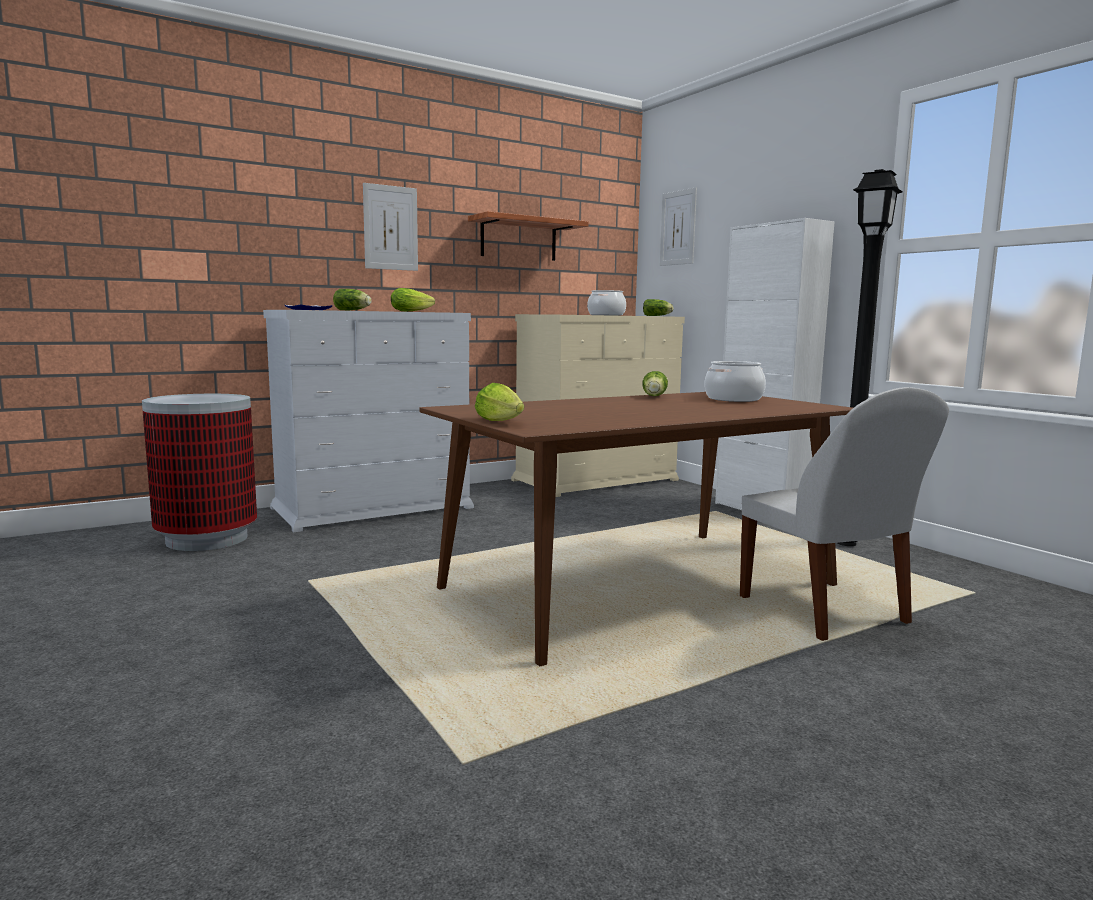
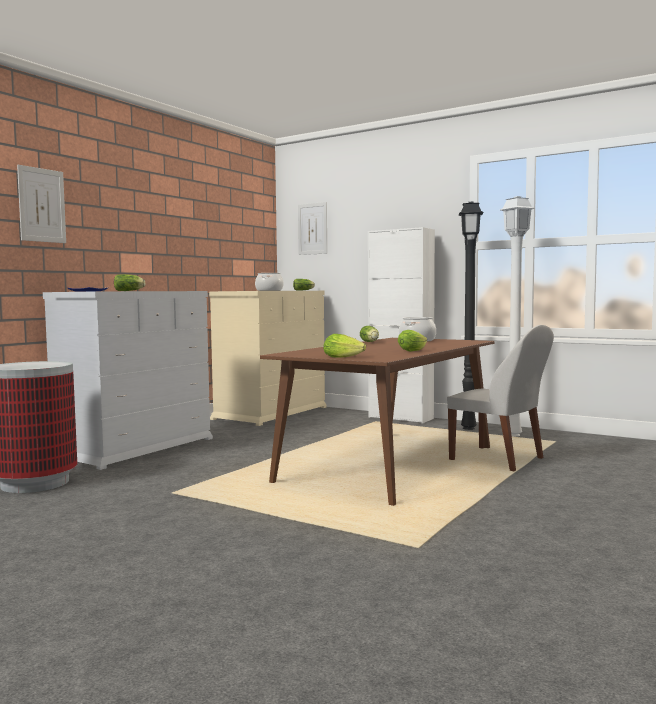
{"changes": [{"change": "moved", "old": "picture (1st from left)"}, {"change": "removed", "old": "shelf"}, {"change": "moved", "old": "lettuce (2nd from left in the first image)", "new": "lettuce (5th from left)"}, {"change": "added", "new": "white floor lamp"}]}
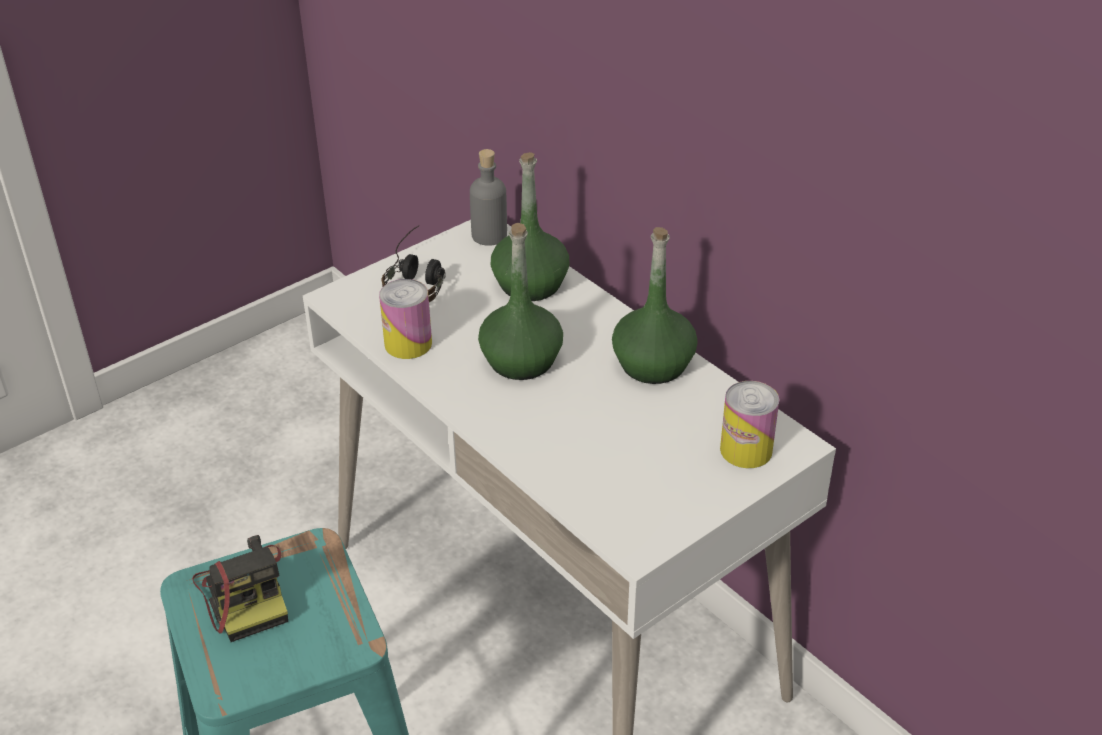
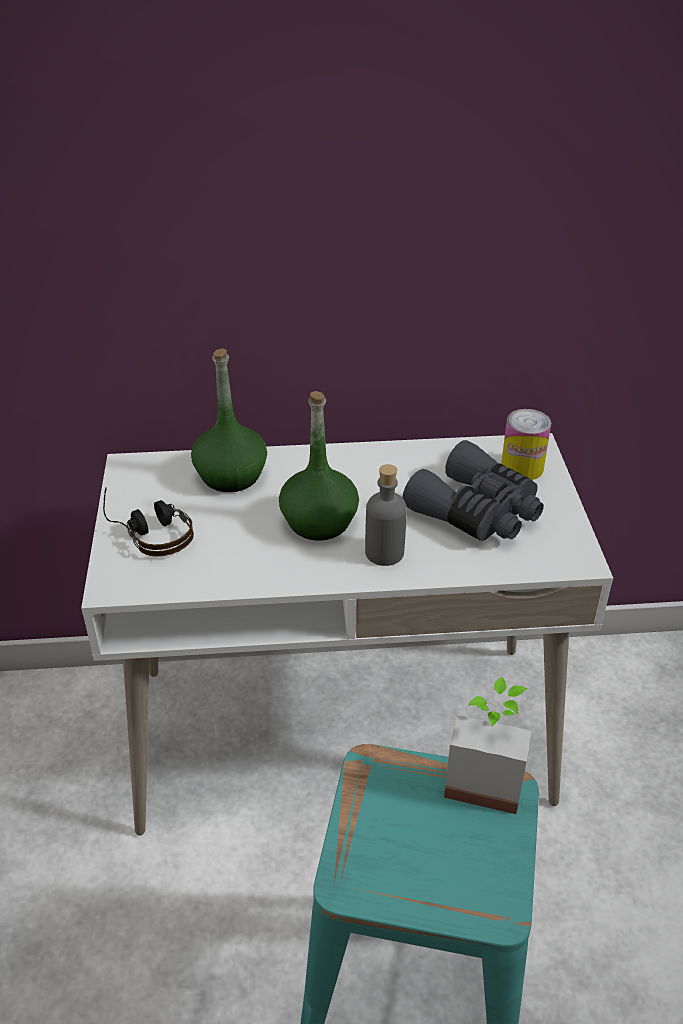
{"changes": [{"change": "moved", "old": "grey bottle"}, {"change": "removed", "old": "green bottle (3rd from left)"}, {"change": "removed", "old": "can (1st from left)"}, {"change": "removed", "old": "photo camera"}, {"change": "added", "new": "grey binoculars"}, {"change": "added", "new": "potted plant"}]}
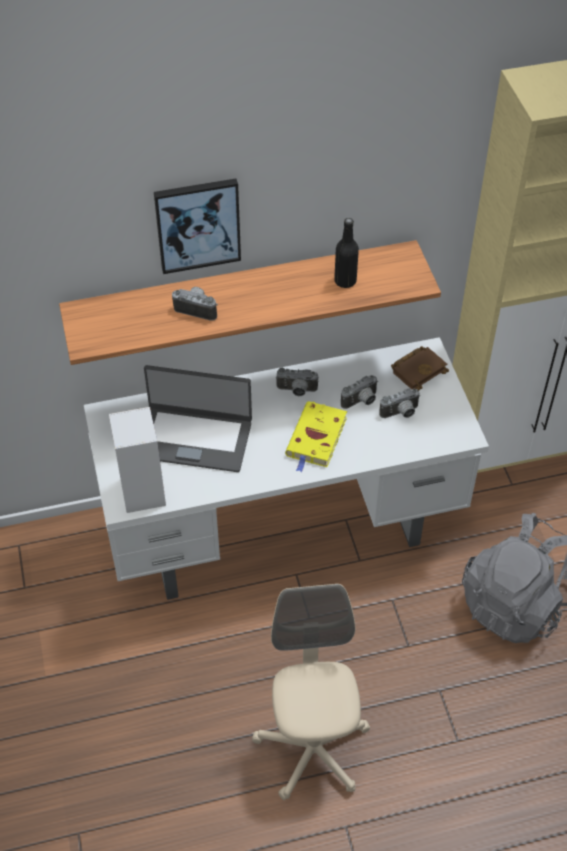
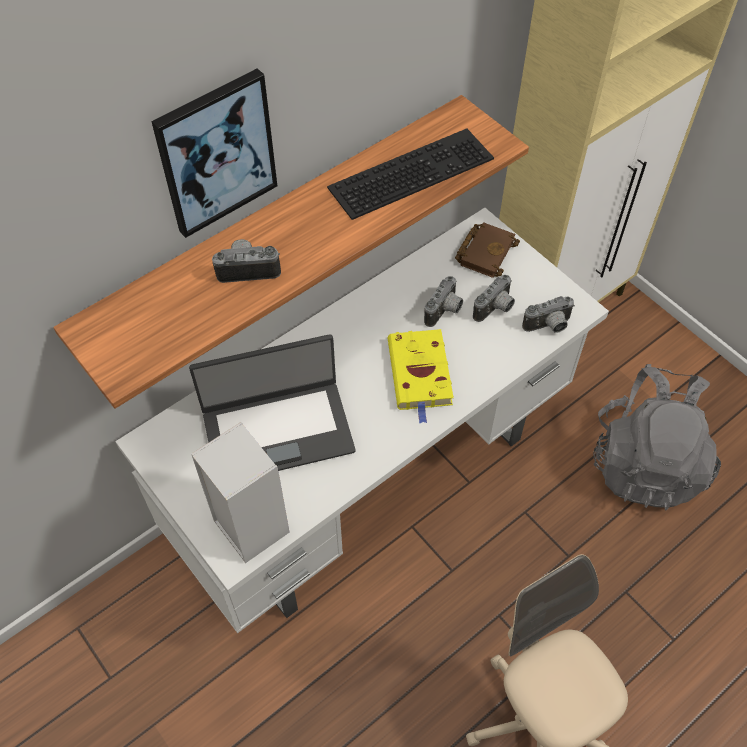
{"changes": [{"change": "replaced", "old": "black bottle", "new": "keyboard"}, {"change": "moved", "old": "photo camera (2nd from left in the first image)", "new": "photo camera (4th from left)"}]}
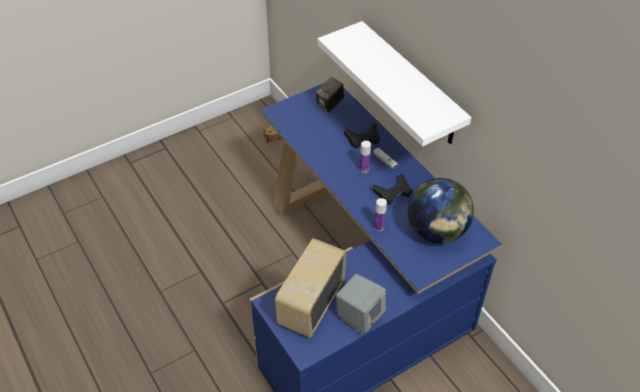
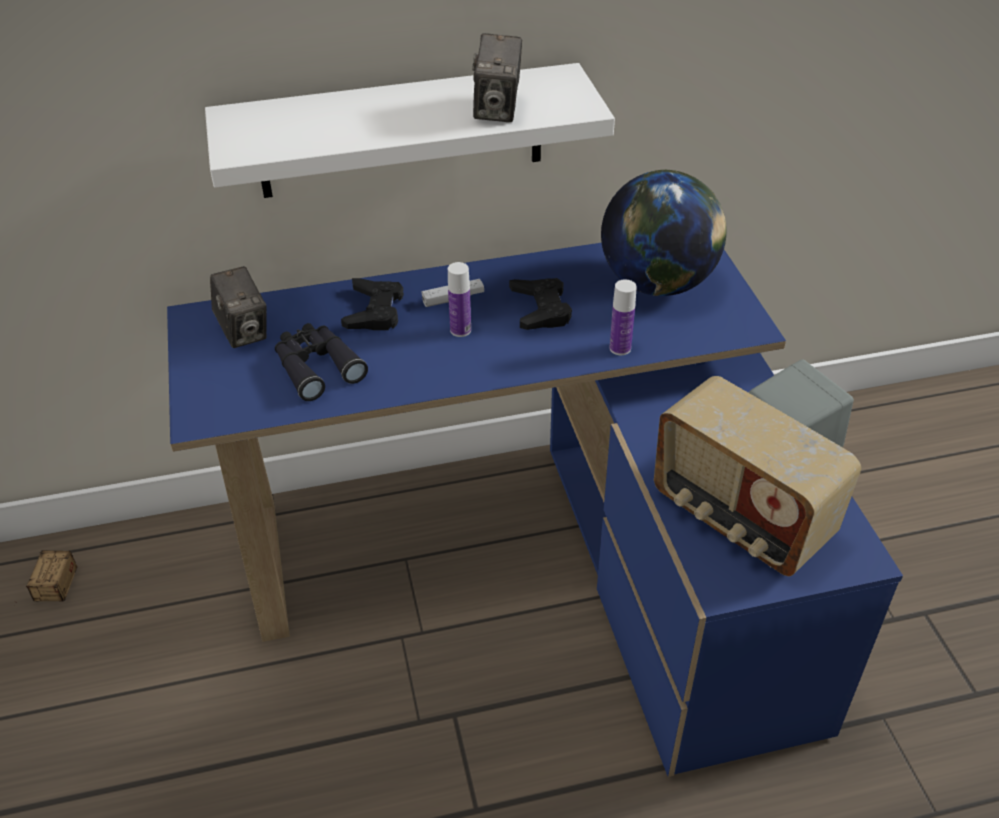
{"changes": [{"change": "added", "new": "photo camera (2nd from left)"}, {"change": "added", "new": "black binoculars"}]}
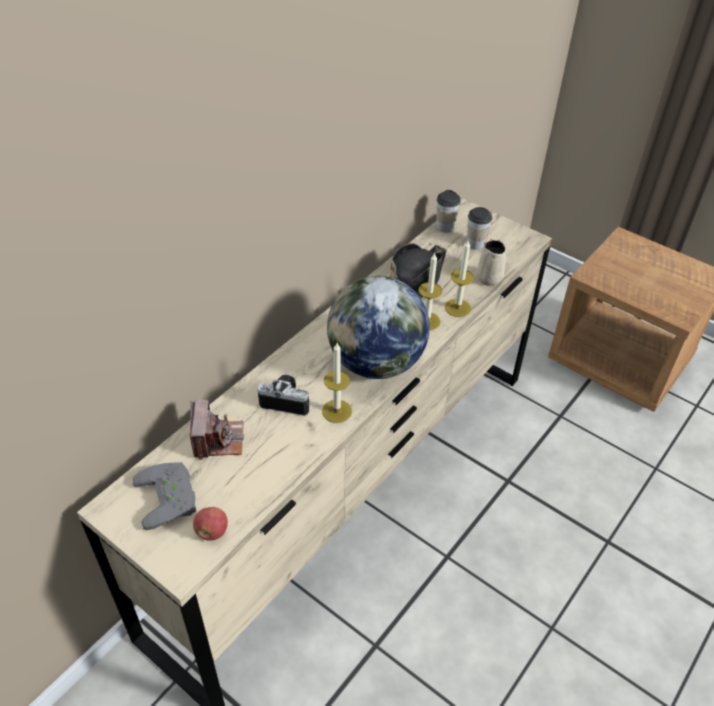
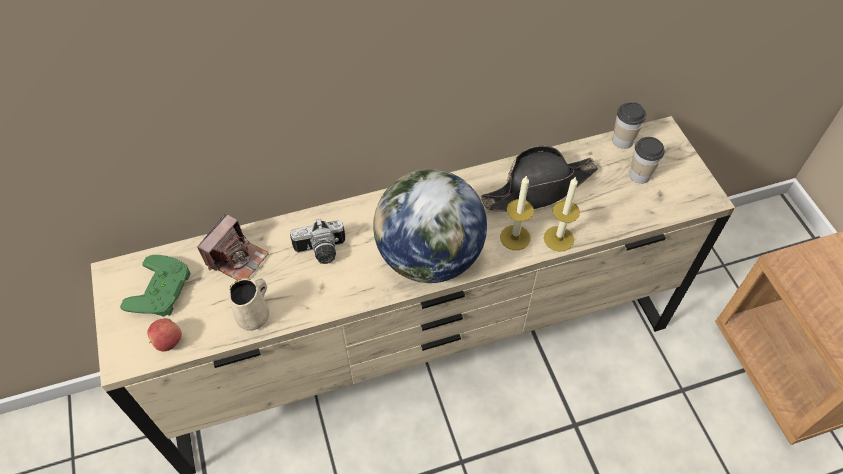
{"changes": [{"change": "moved", "old": "beige mug"}, {"change": "removed", "old": "candle (1st from left)"}, {"change": "turned", "old": "photo camera (2nd from left)", "degrees": 120}, {"change": "recoloured", "old": "grey game controller", "new": "green game controller"}]}
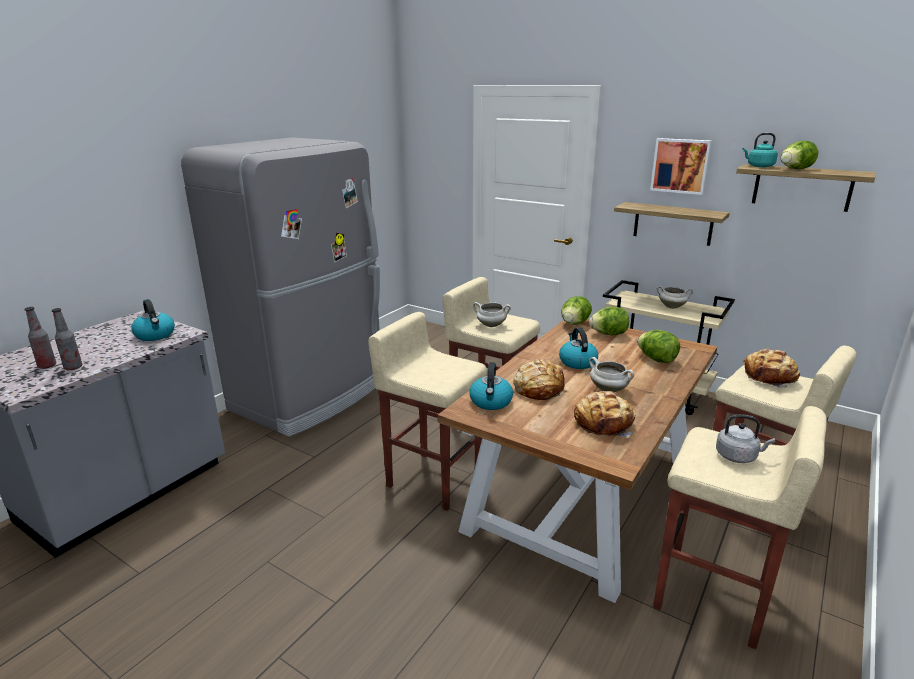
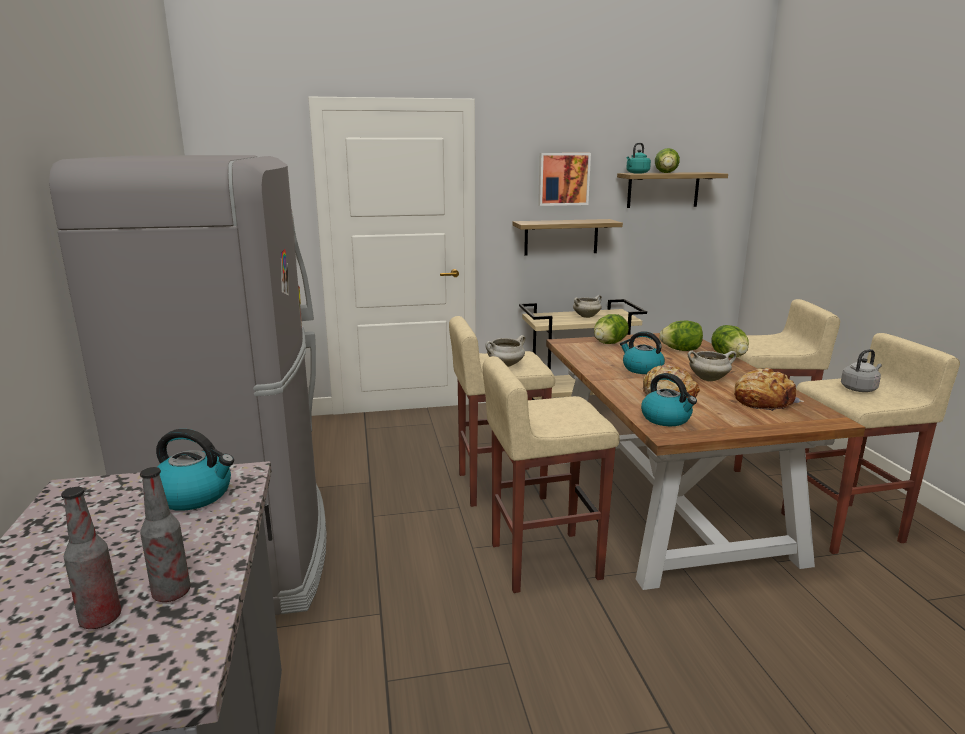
{"changes": [{"change": "moved", "old": "lettuce (1st from left in the first image)", "new": "lettuce (4th from left)"}, {"change": "removed", "old": "bread (3rd from left)"}]}
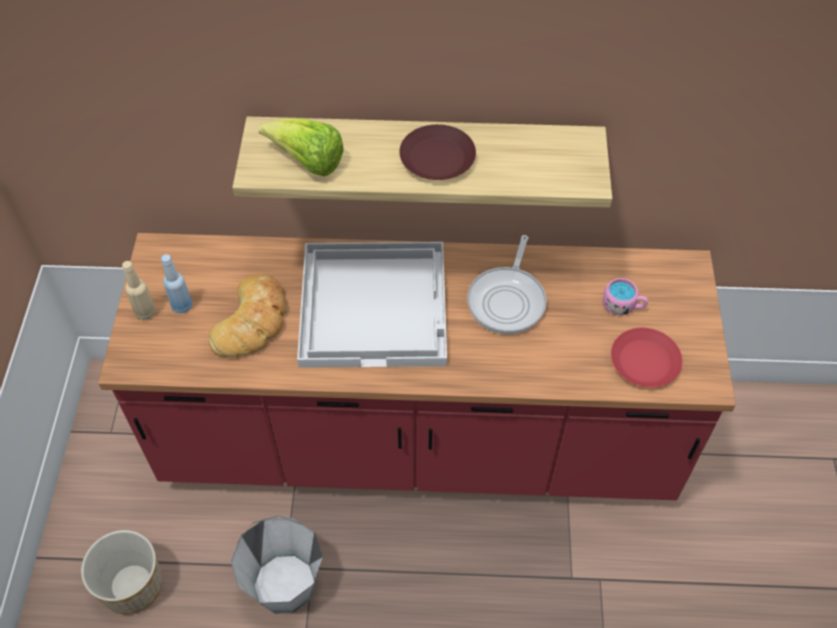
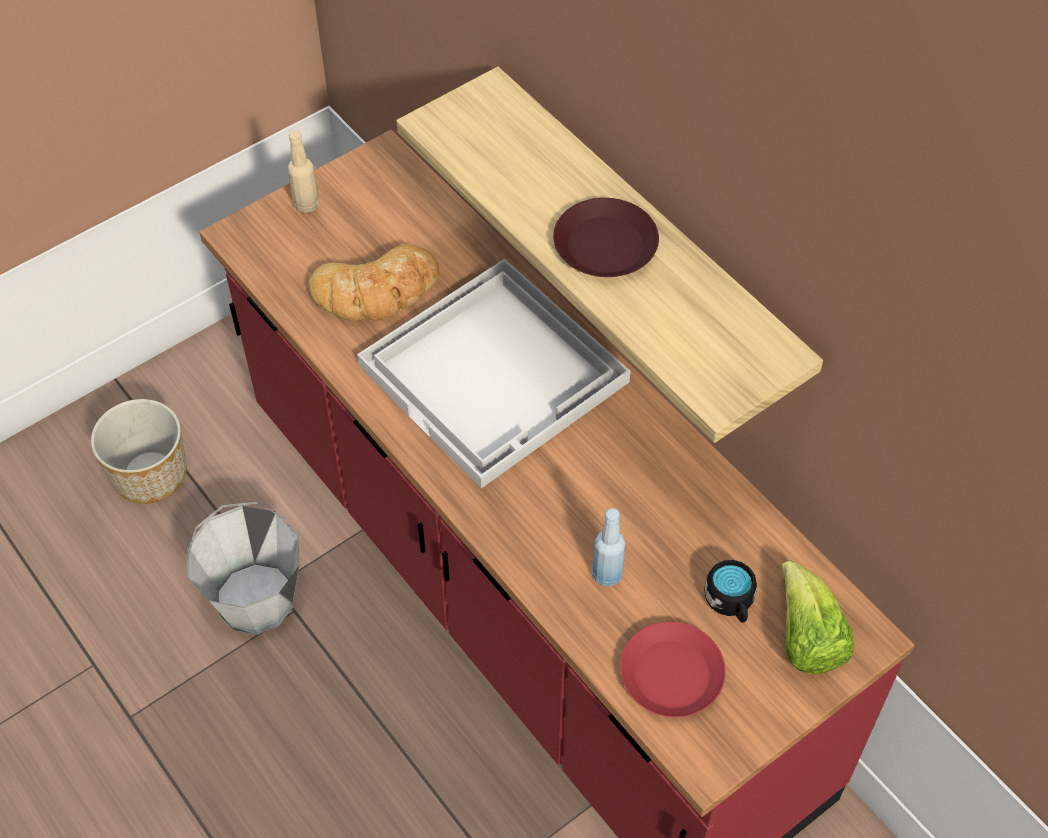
{"changes": [{"change": "moved", "old": "lettuce"}, {"change": "removed", "old": "frying pan"}, {"change": "moved", "old": "blue bottle"}, {"change": "recoloured", "old": "pink mug", "new": "black mug"}]}
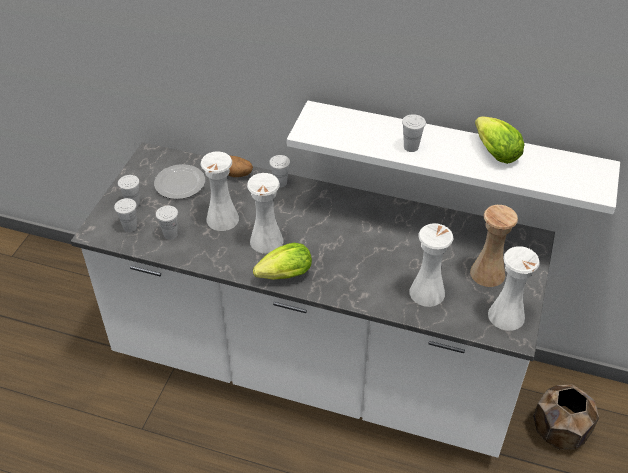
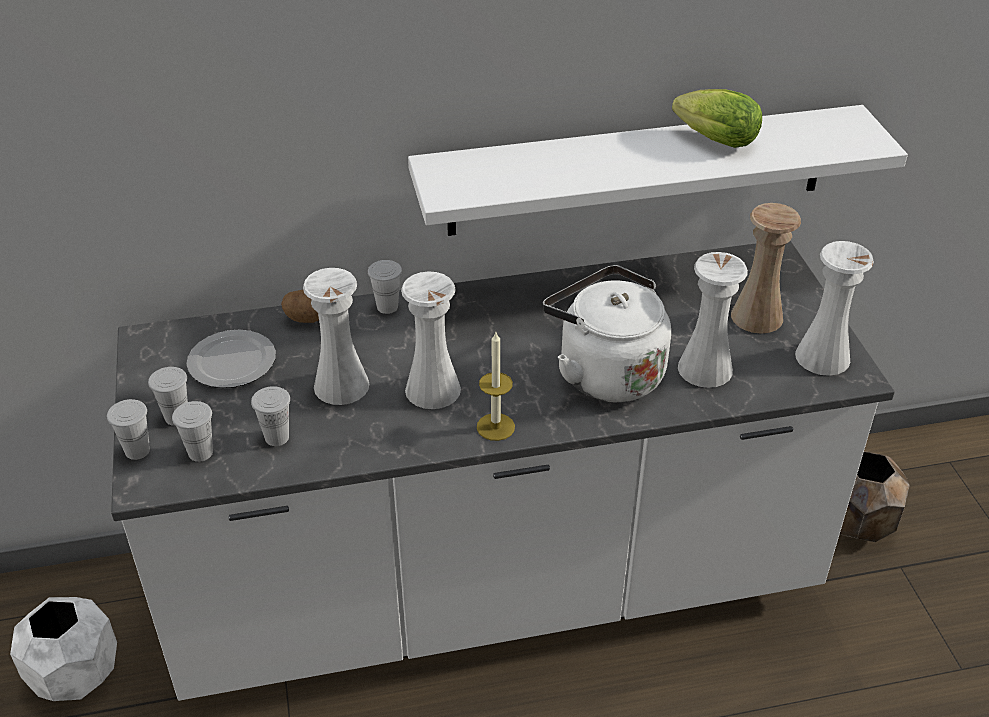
{"changes": [{"change": "moved", "old": "white cup (5th from left in the first image)", "new": "white cup (1st from left)"}, {"change": "replaced", "old": "lettuce (1st from left)", "new": "candle"}, {"change": "added", "new": "white kettle"}, {"change": "added", "new": "white planter"}]}
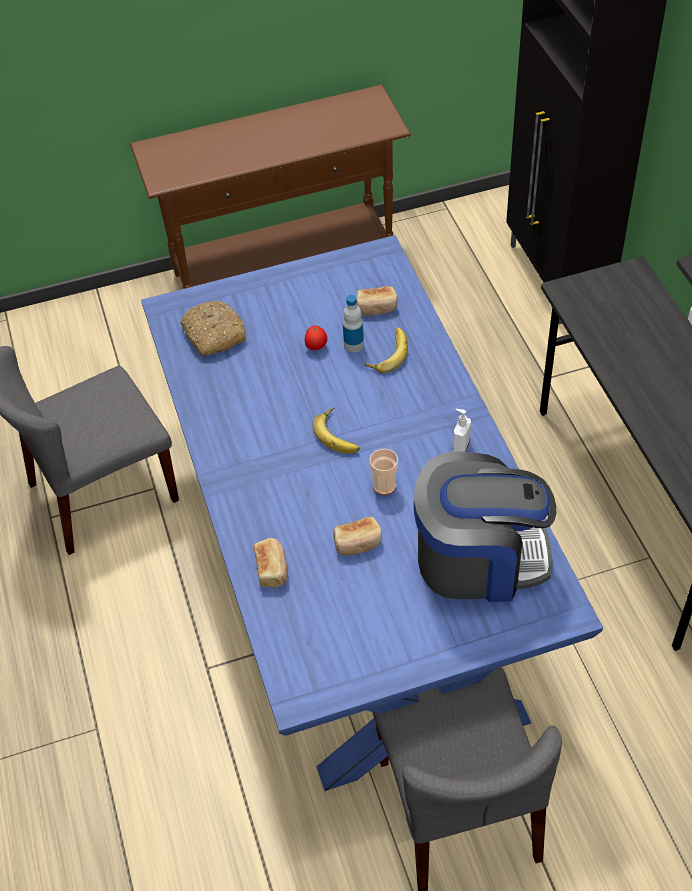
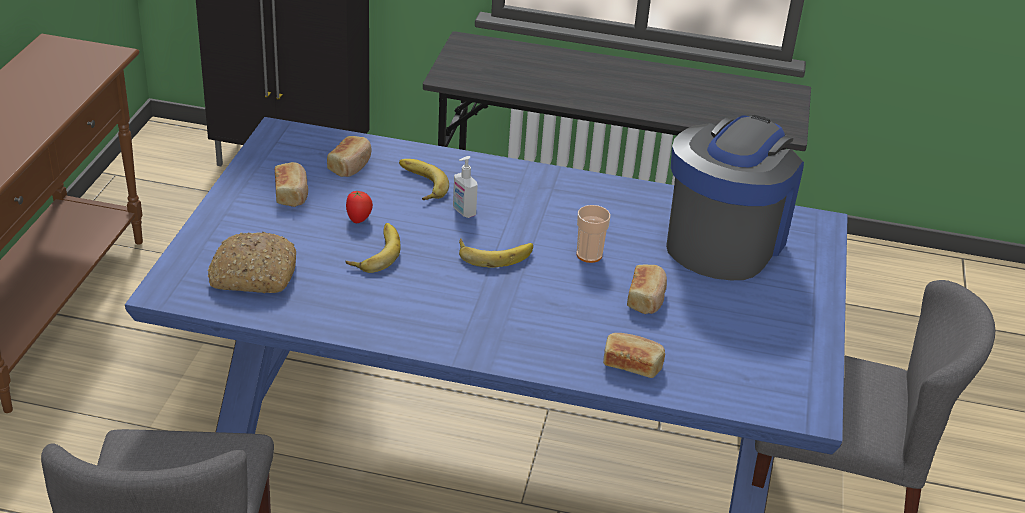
{"changes": [{"change": "removed", "old": "bottle"}, {"change": "moved", "old": "soap dispenser"}, {"change": "added", "new": "bread (2nd from left)"}, {"change": "added", "new": "banana (1st from left)"}]}
